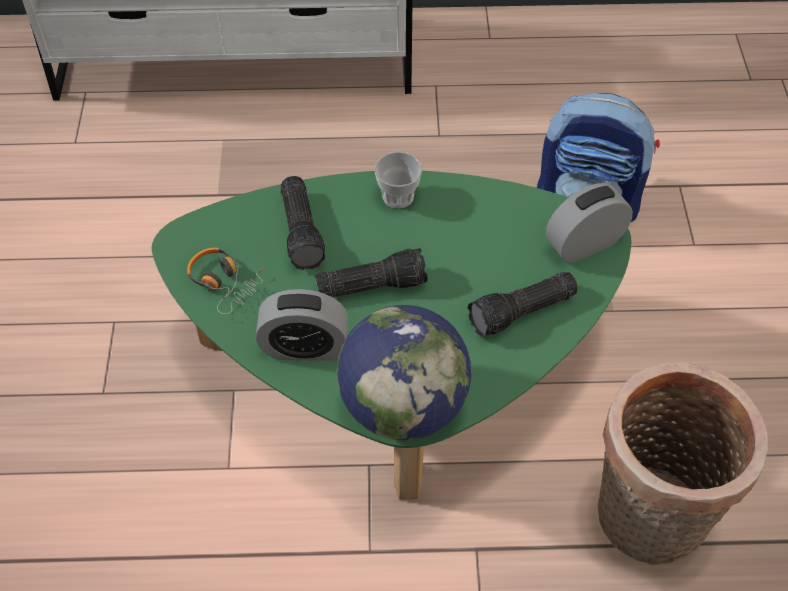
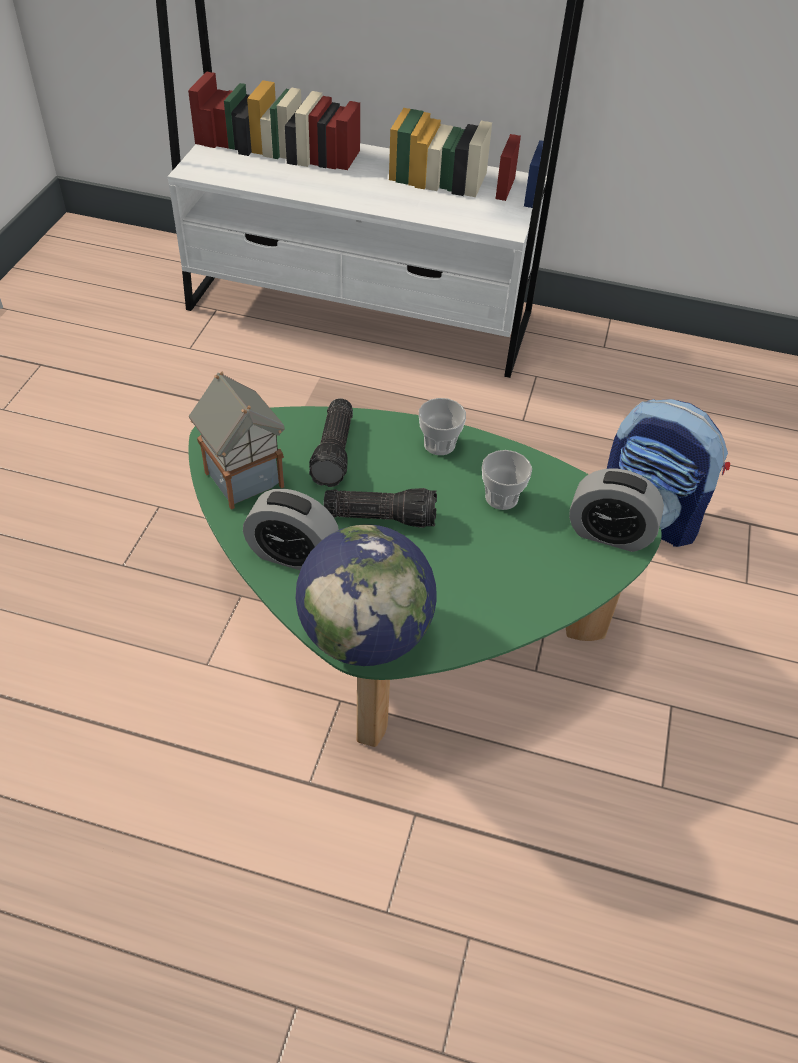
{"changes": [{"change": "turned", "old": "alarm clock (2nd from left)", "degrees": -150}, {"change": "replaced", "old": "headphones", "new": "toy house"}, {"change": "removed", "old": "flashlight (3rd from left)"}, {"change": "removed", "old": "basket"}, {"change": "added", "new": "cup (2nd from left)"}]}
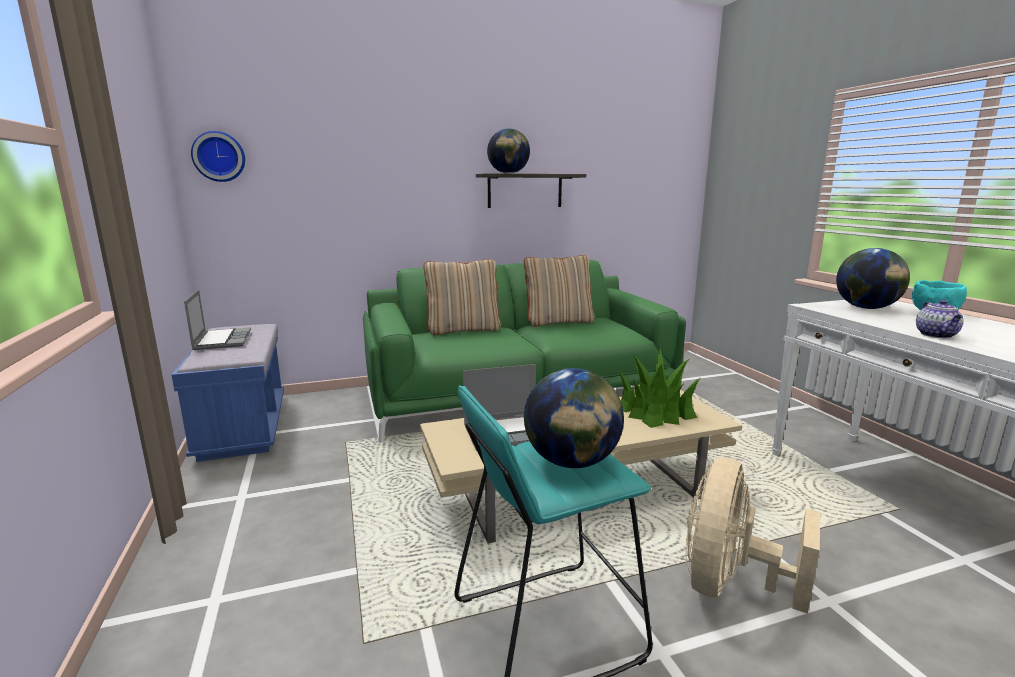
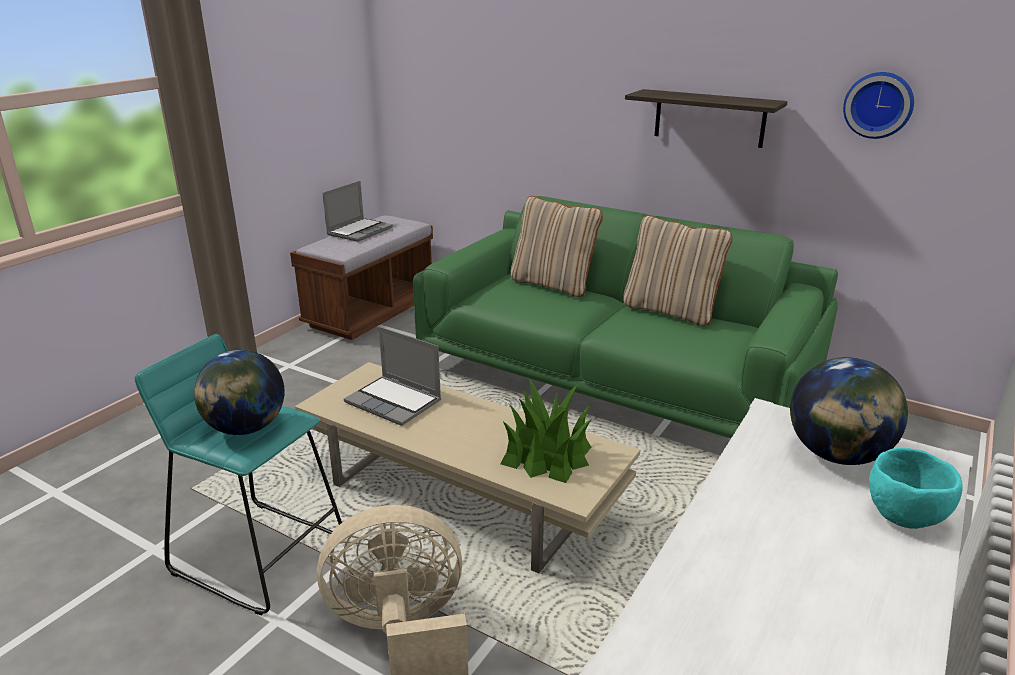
{"changes": [{"change": "removed", "old": "globe (1st from left)"}, {"change": "moved", "old": "wall clock"}, {"change": "removed", "old": "teapot"}, {"change": "recoloured", "old": "blue bench", "new": "brown bench"}]}
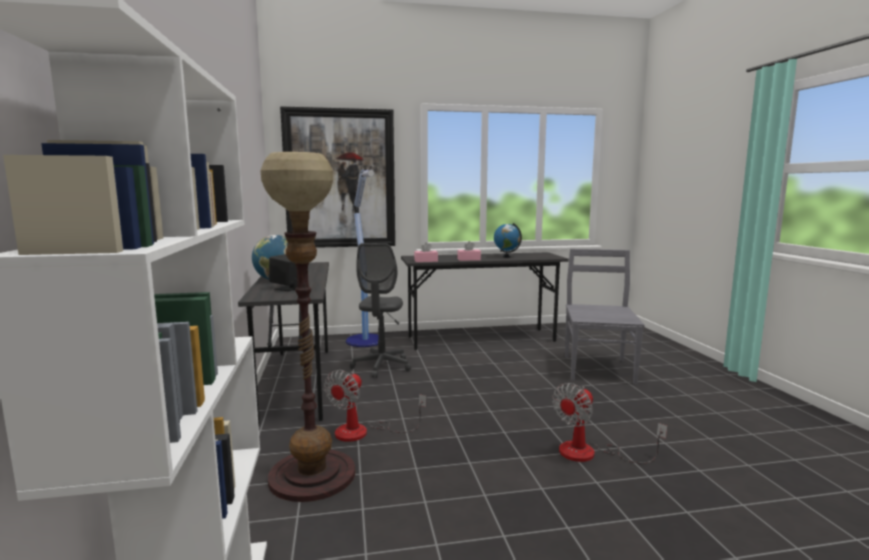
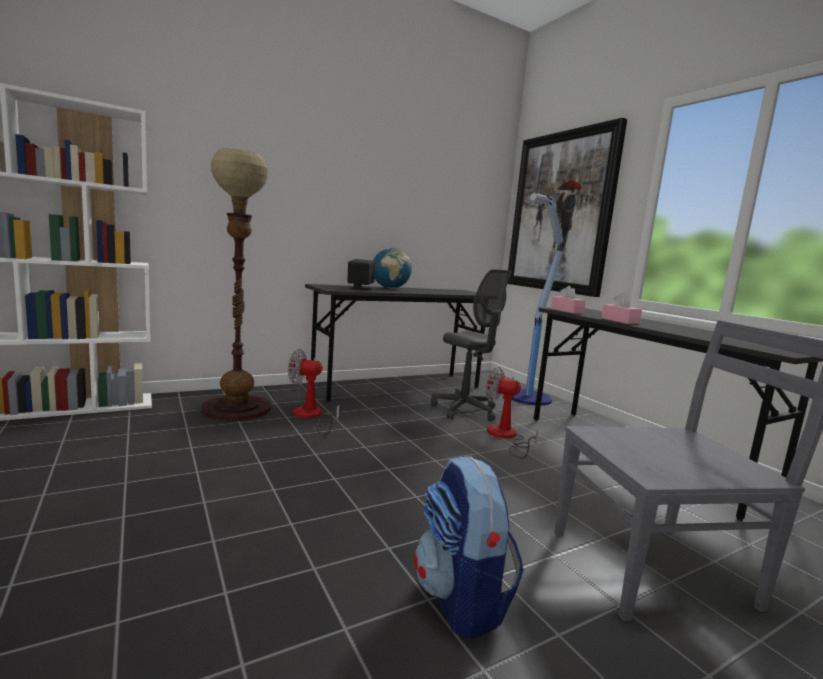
{"changes": [{"change": "removed", "old": "globe (2nd from left)"}, {"change": "turned", "old": "grey office chair", "degrees": -120}, {"change": "moved", "old": "fan (2nd from left)"}, {"change": "added", "new": "backpack"}]}
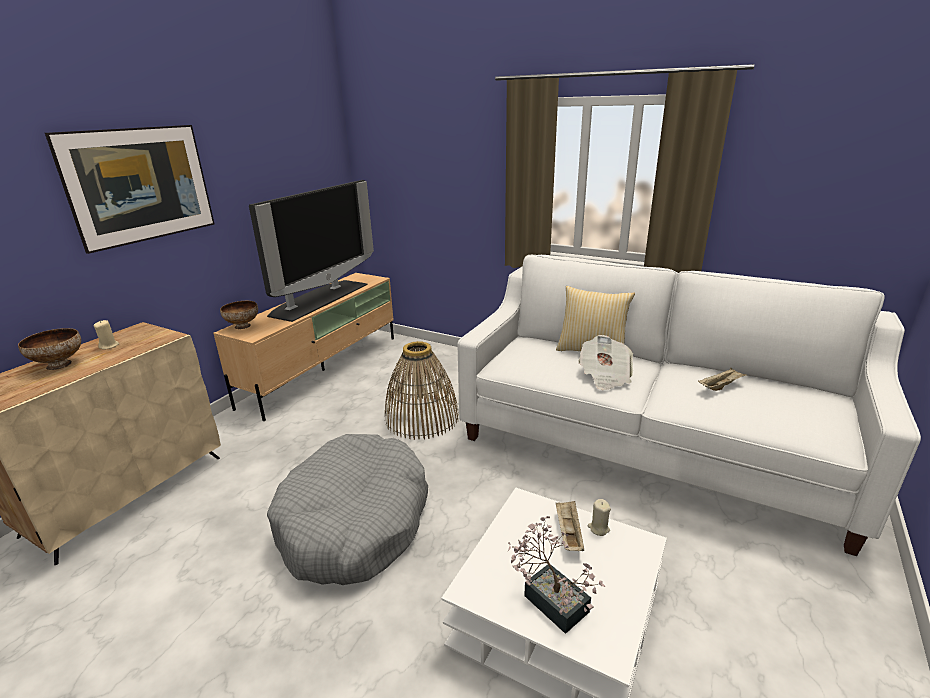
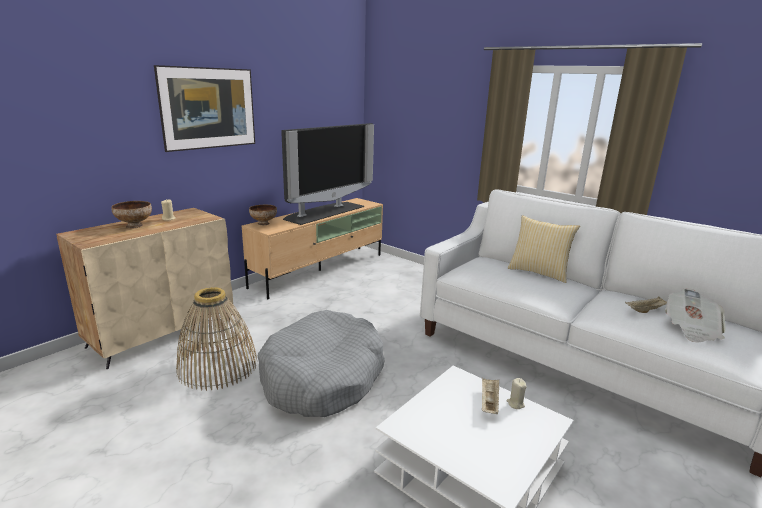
{"changes": [{"change": "moved", "old": "newspaper"}, {"change": "moved", "old": "basket"}, {"change": "removed", "old": "potted plant"}]}
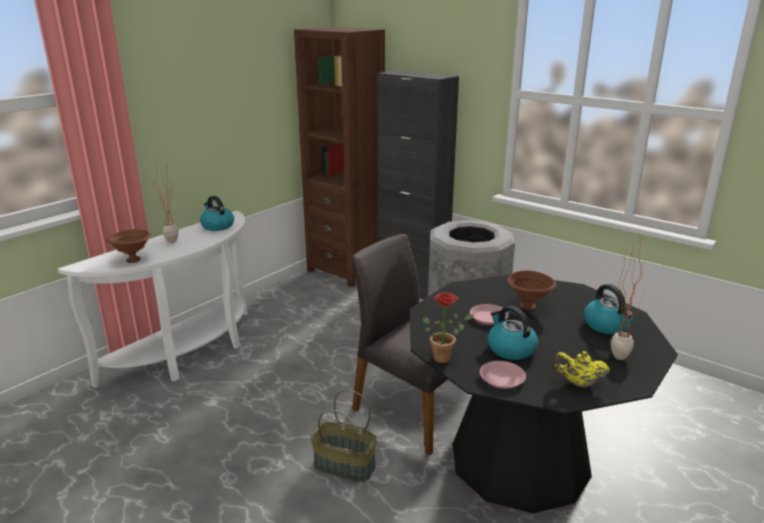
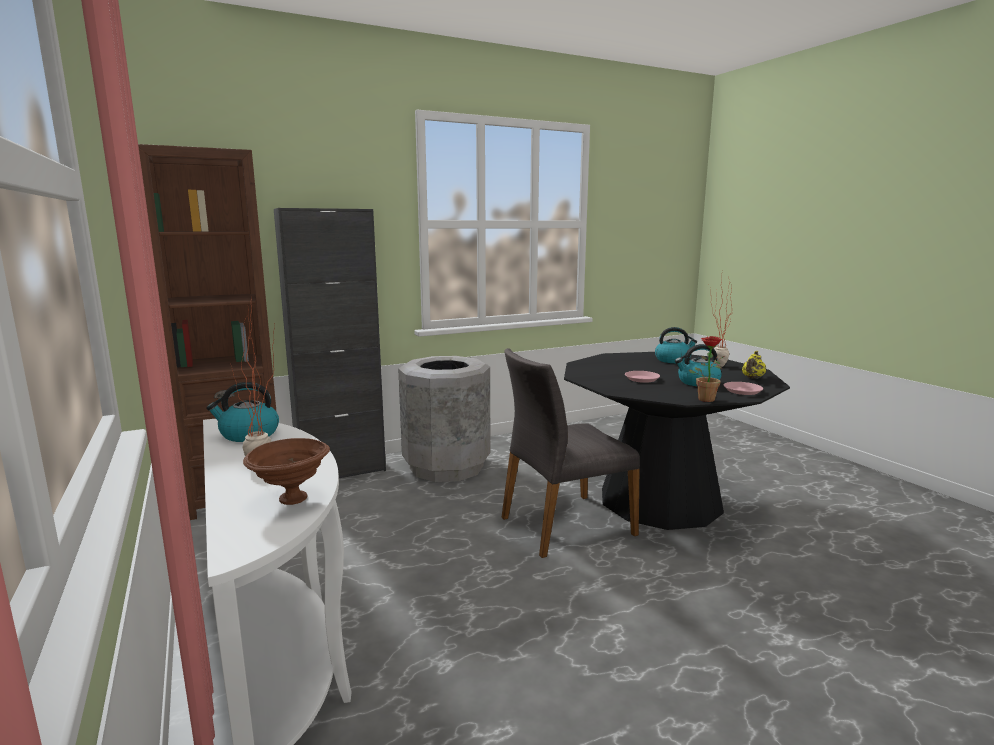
{"changes": [{"change": "removed", "old": "brown bowl (2nd from left)"}, {"change": "removed", "old": "basket"}]}
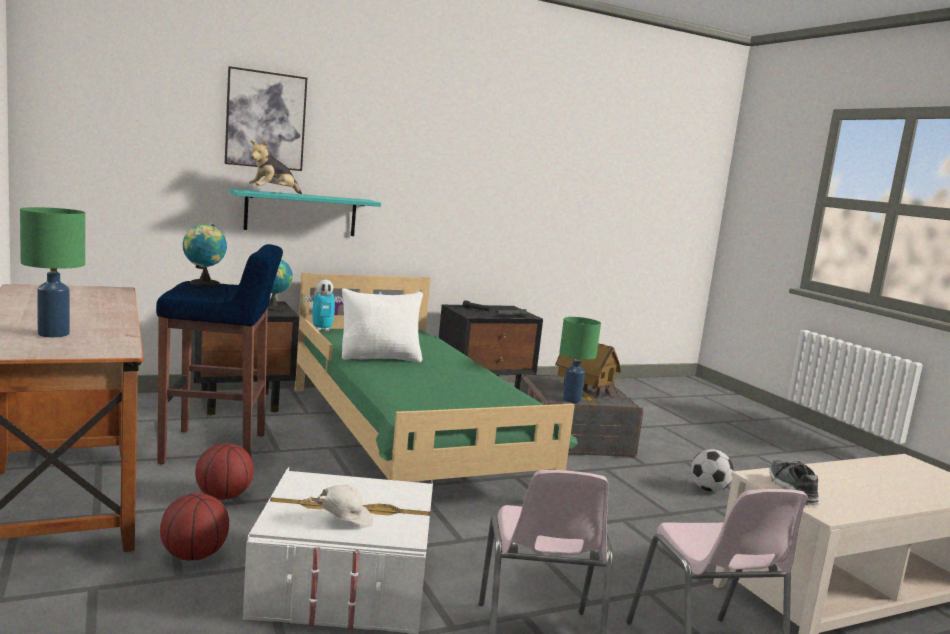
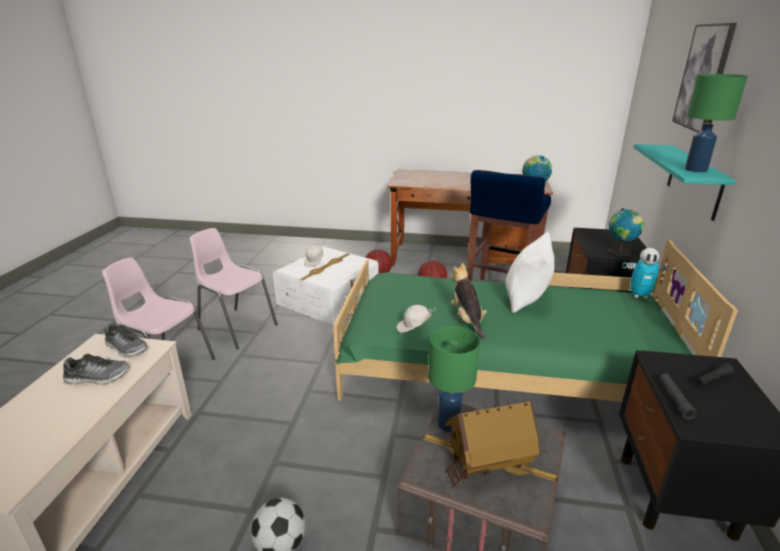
{"changes": [{"change": "moved", "old": "plush toy"}, {"change": "moved", "old": "green table lamp (1st from left in the first image)", "new": "green table lamp (2nd from left)"}, {"change": "turned", "old": "toy robot", "degrees": -90}, {"change": "added", "new": "white cap (2nd from left)"}, {"change": "added", "new": "shoe (1st from left)"}]}
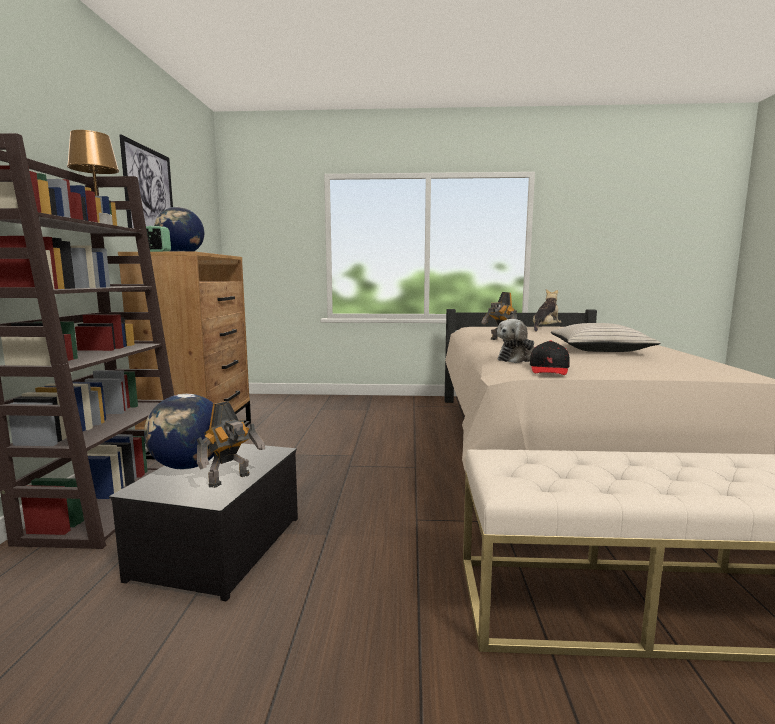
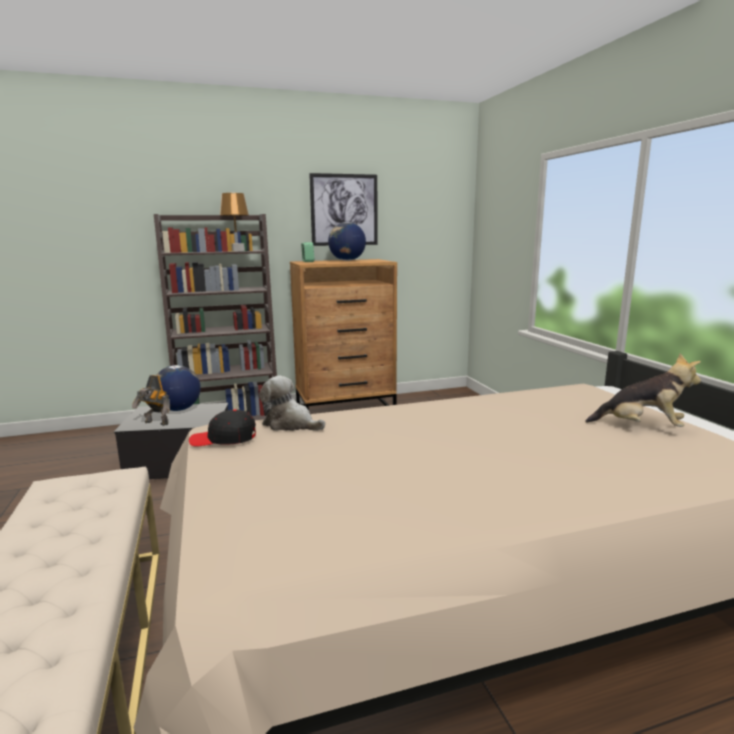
{"changes": [{"change": "removed", "old": "toy robot (2nd from left)"}, {"change": "removed", "old": "beige pillow"}]}
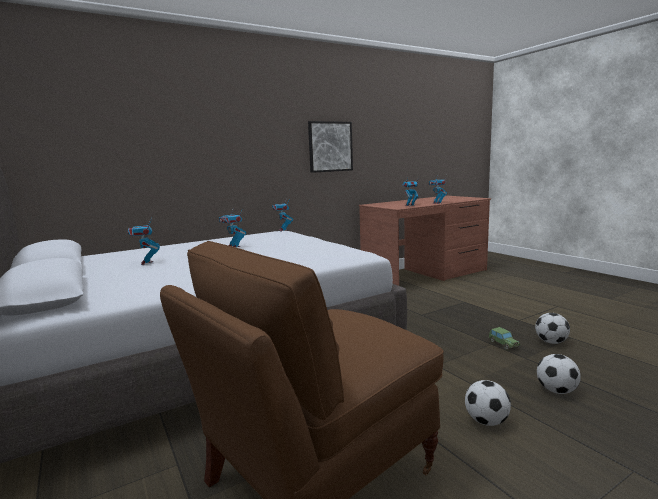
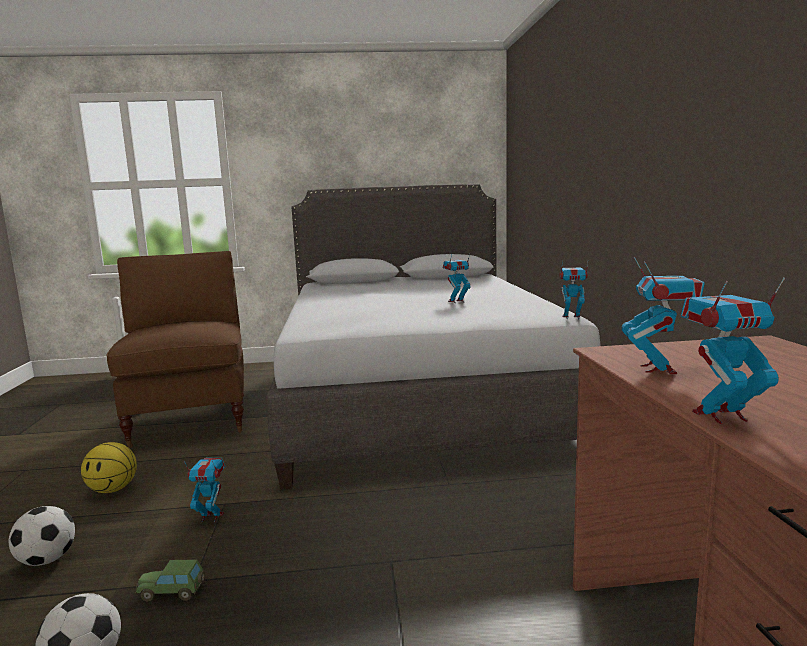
{"changes": [{"change": "removed", "old": "picture"}, {"change": "moved", "old": "toy robot (1st from left)"}, {"change": "replaced", "old": "football (1st from left)", "new": "basketball"}]}
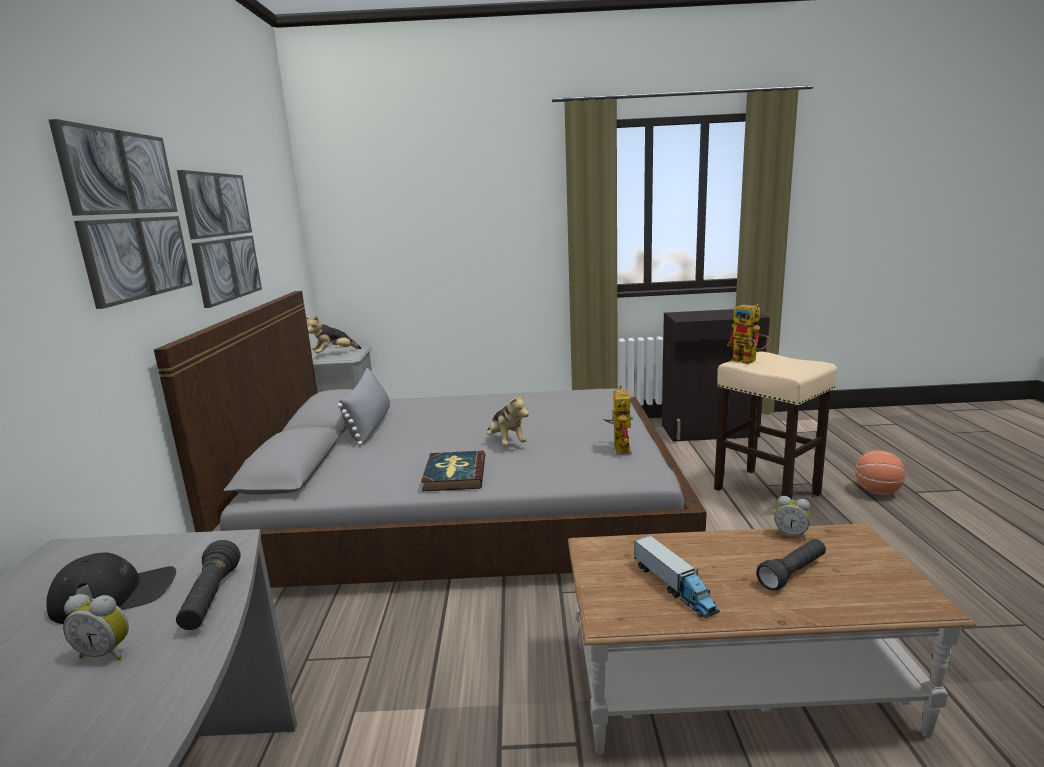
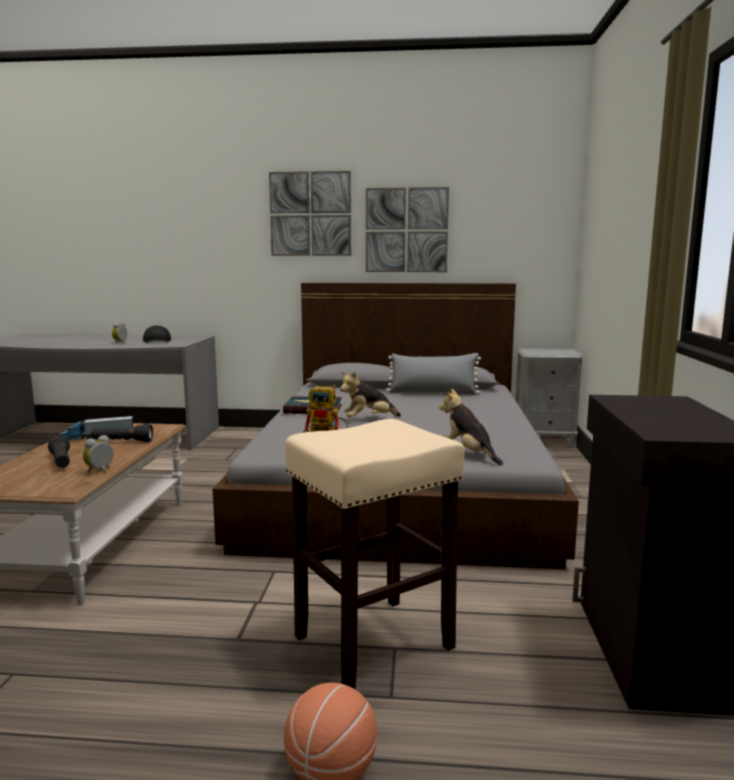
{"changes": [{"change": "removed", "old": "toy robot (2nd from left)"}, {"change": "moved", "old": "plush toy (1st from left in the first image)", "new": "plush toy (2nd from left)"}, {"change": "moved", "old": "black flashlight (1st from left in the first image)", "new": "black flashlight (2nd from left)"}]}
